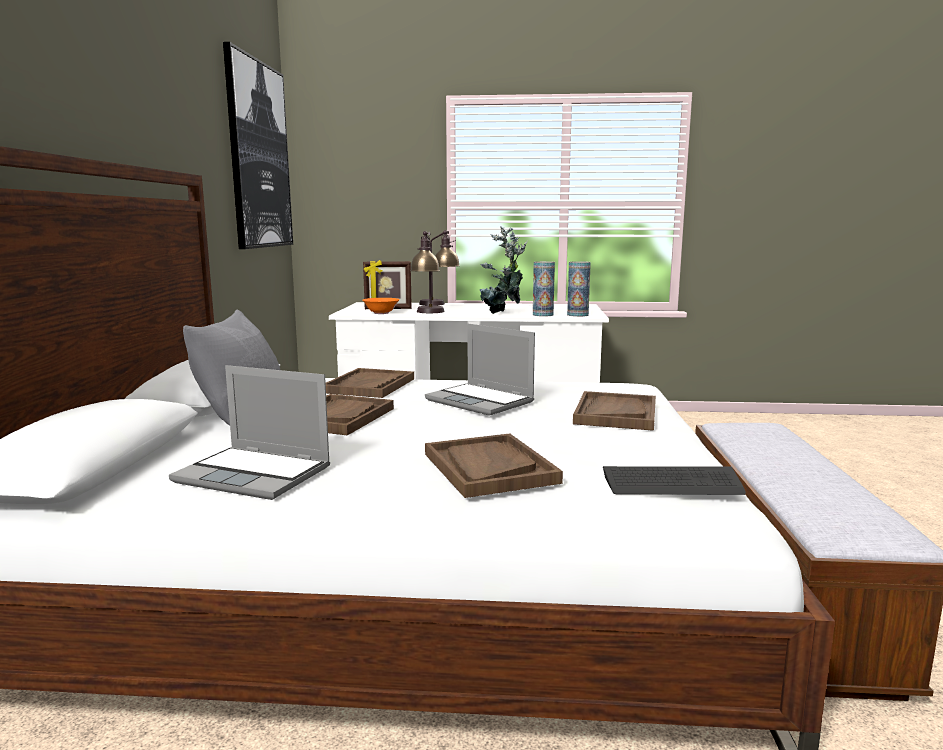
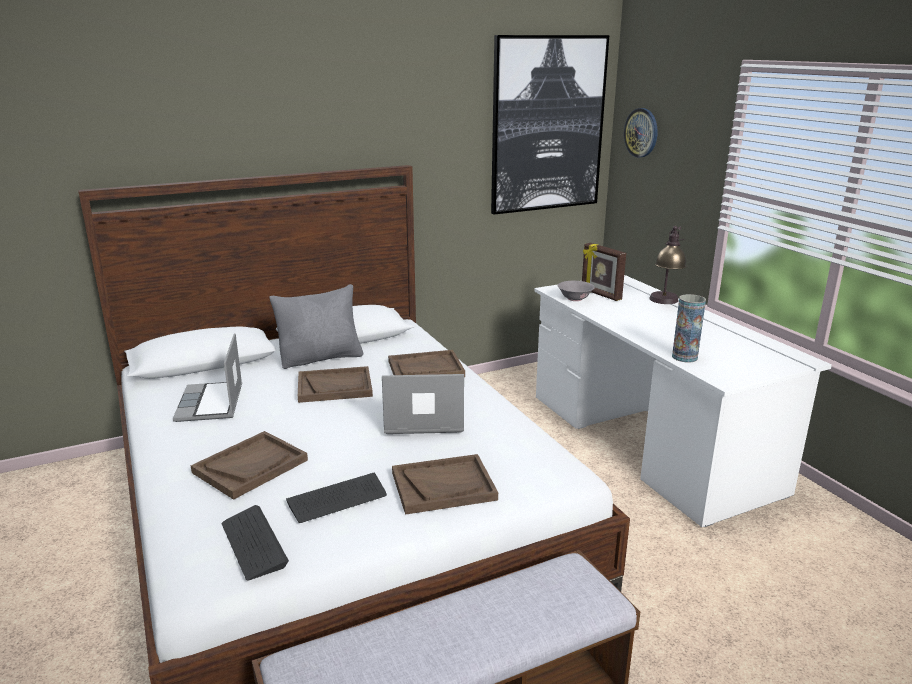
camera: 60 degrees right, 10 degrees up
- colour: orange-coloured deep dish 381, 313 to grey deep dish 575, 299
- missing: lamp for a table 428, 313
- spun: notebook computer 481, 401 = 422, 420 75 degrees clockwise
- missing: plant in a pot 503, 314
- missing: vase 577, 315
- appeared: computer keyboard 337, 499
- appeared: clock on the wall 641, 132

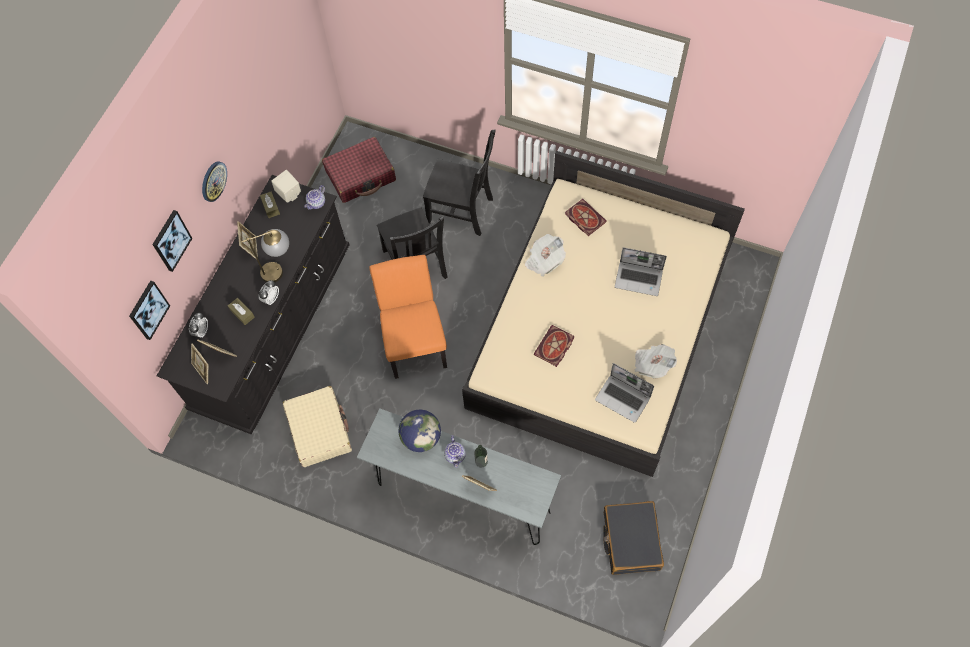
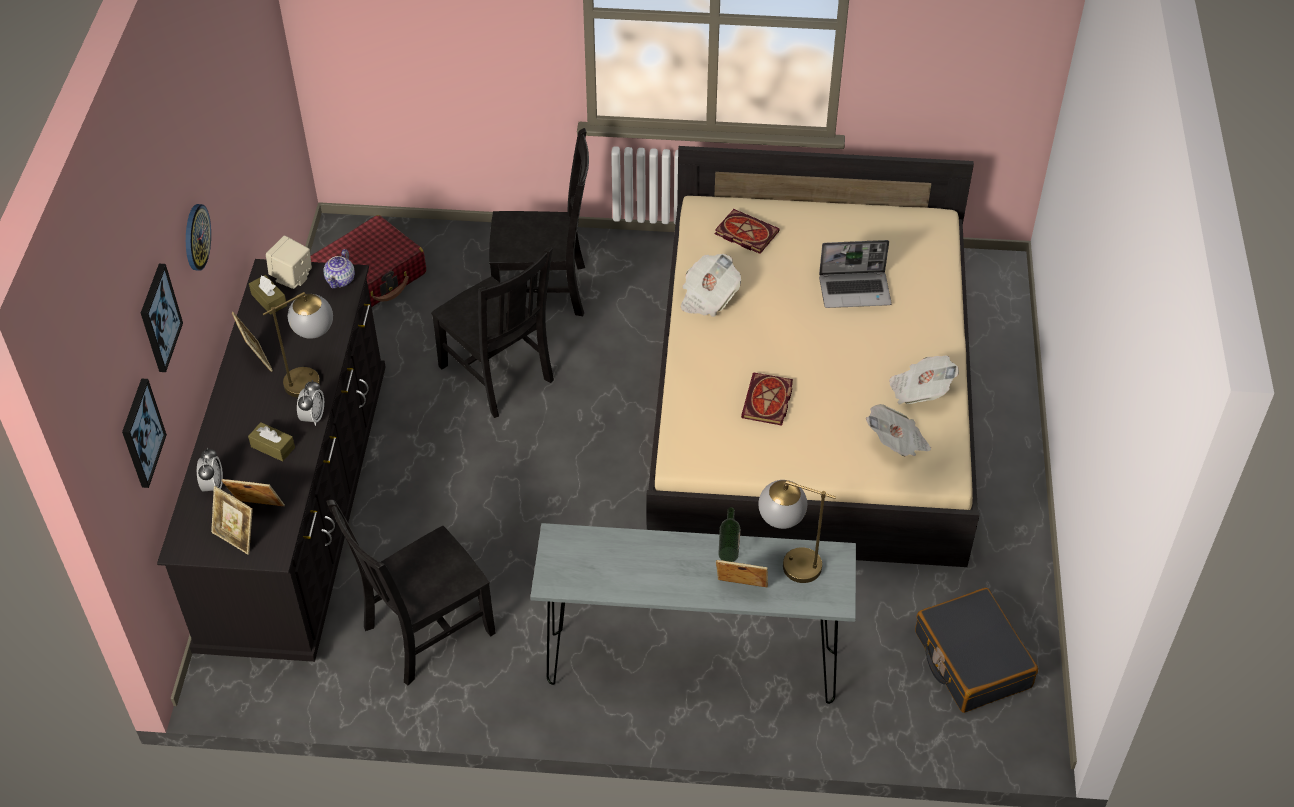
camera: 20 degrees left, 15 degrees down
- exchanged: beige piece of luggage 319, 430 to black plain chair 425, 632
- missing: orange-coloured plain chair 414, 341
- missing: desk globe 421, 437
- missing: teapot 455, 455
- exchanged: notebook computer 623, 398 to newspaper 897, 443
- appeared: lamp for a table 788, 562

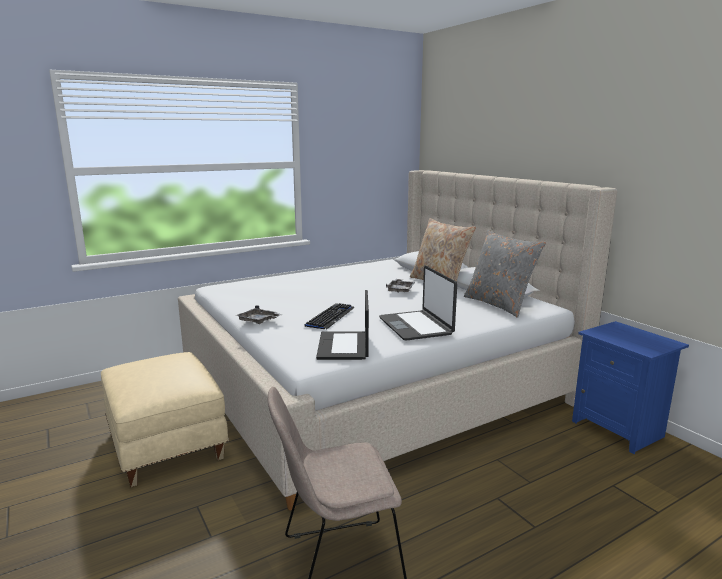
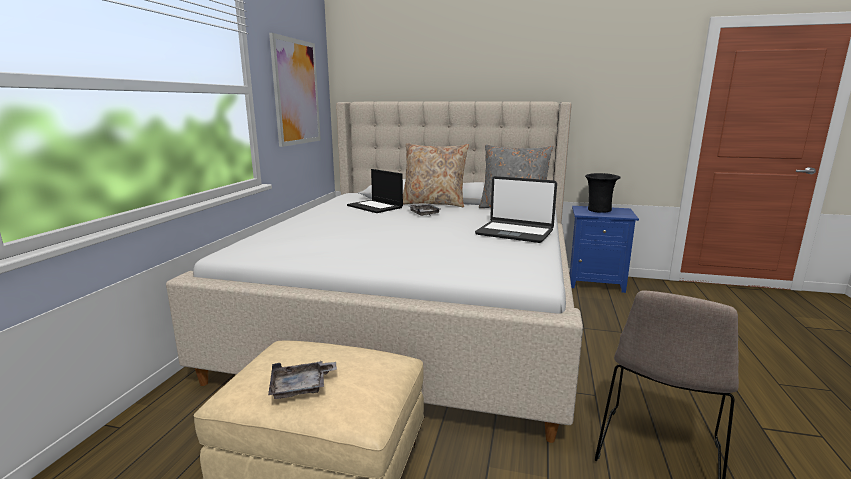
camera: 45 degrees left, 0 degrees up
- relocated: grey carrying tray 259, 321 to 301, 387
- missing: computer keyboard 330, 317
- relocated: notebook computer 344, 346 to 375, 206
- appeared: picture 296, 92
- appeared: black vase 599, 211

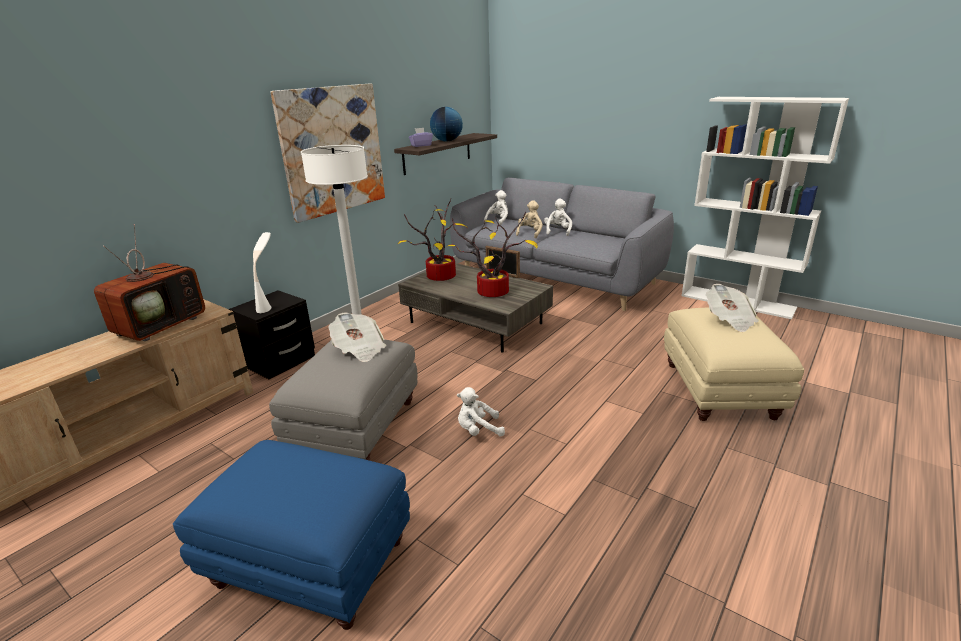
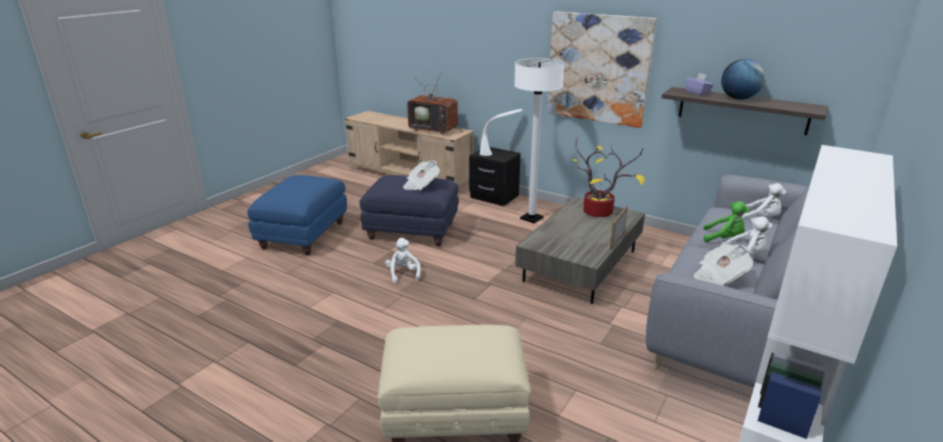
camera: 85 degrees right, 0 degrees up
- colour: grey ottoman 356, 427 to bluish ottoman 413, 232
- missing: plant in a pot 494, 291
- colour: beige cuddly toy 530, 233 to green-coloured cuddly toy 724, 239
- relocated: newspaper 729, 320 to 719, 276

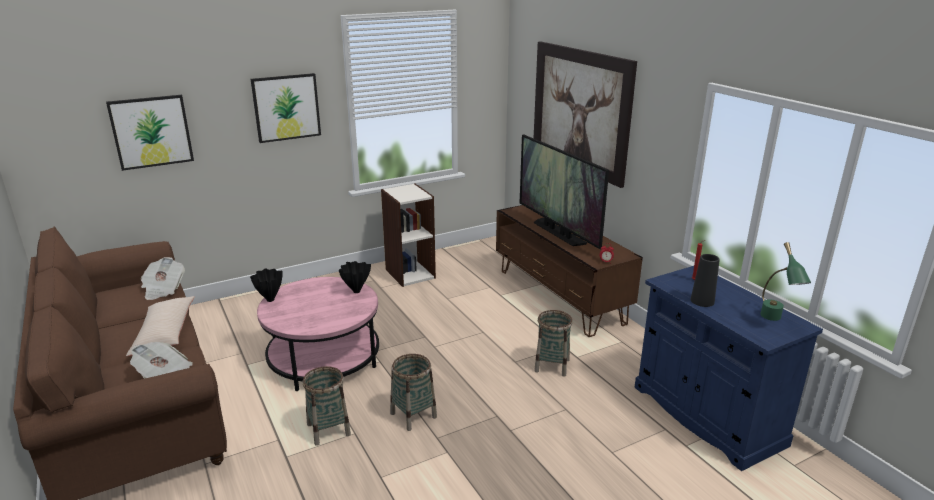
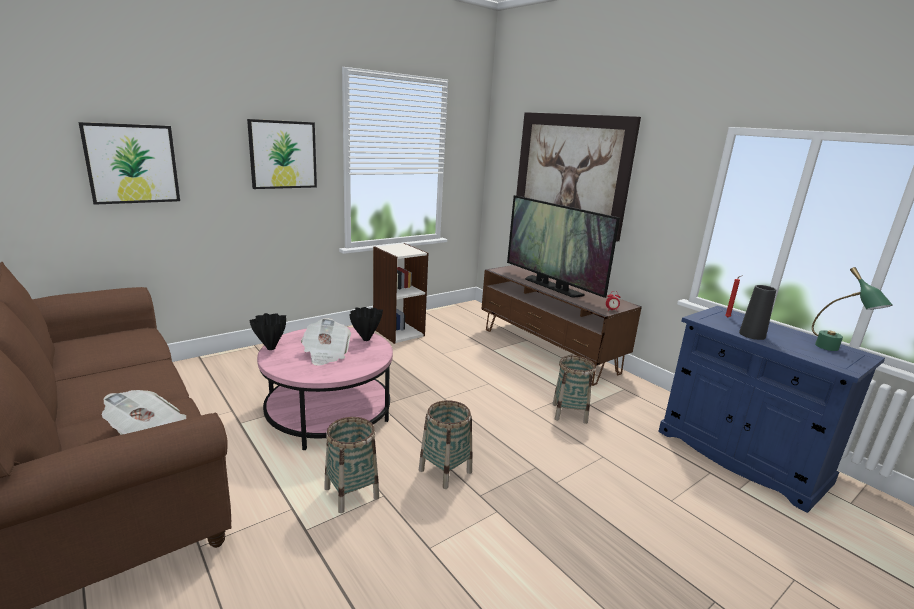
camera: 10 degrees left, 5 degrees down
- missing: beige pillow 164, 334
- relocated: newspaper 163, 289 to 326, 354

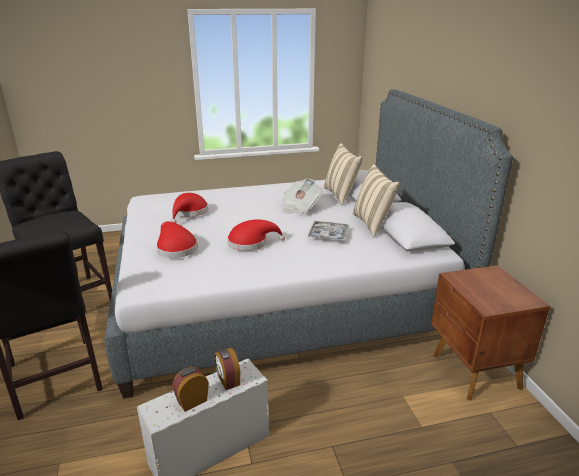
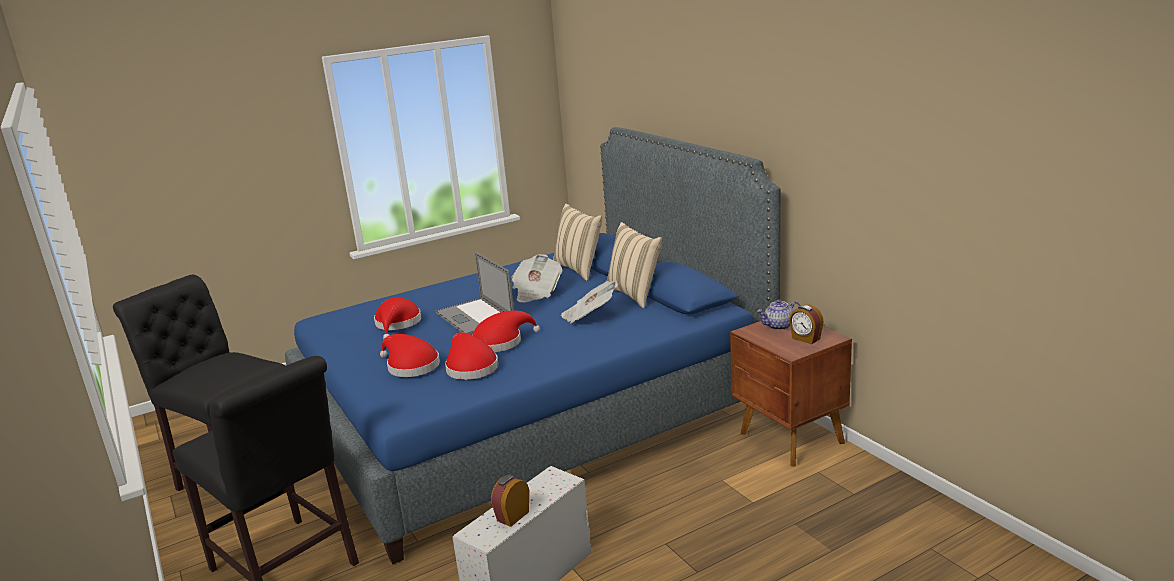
camera: 15 degrees left, 5 degrees down
- colour: grey bedroom bed 282, 297 to bluish bedroom bed 534, 414
- relocated: alarm clock 228, 380 to 805, 339
- exchanged: carrying tray 328, 235 to newspaper 589, 316
- appeared: notebook computer 475, 317
- appeared: red-coloured clothing hat 470, 367
- appeared: teapot 779, 326

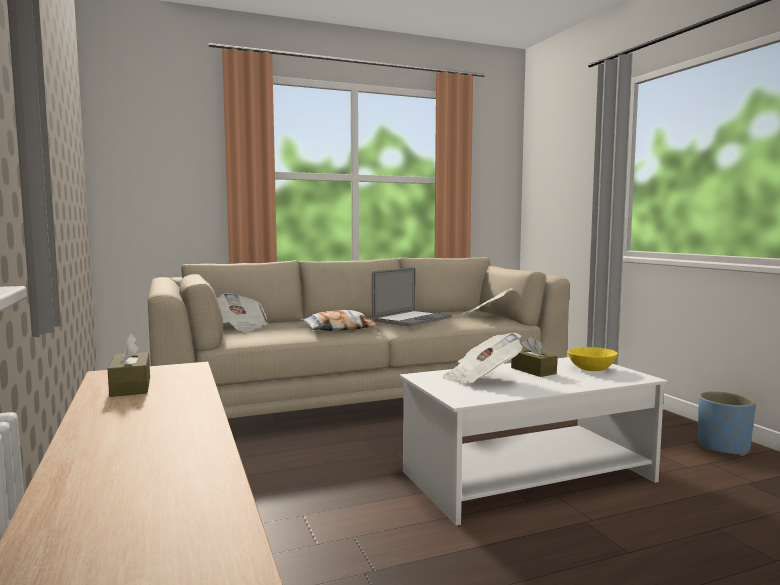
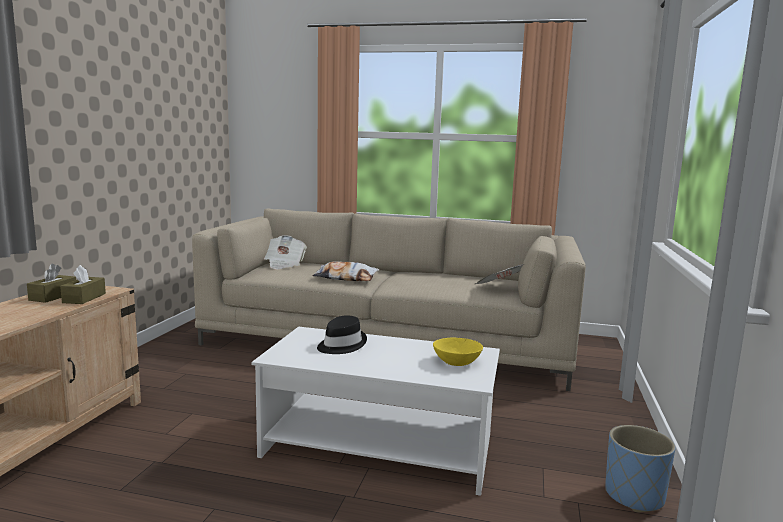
camera: 35 degrees right, 5 degrees up
- missing: notebook computer 412, 319
- exchanged: newspaper 482, 378 to black clothing hat 341, 345
- relocated: brownish tissue holder 533, 371 to 84, 298

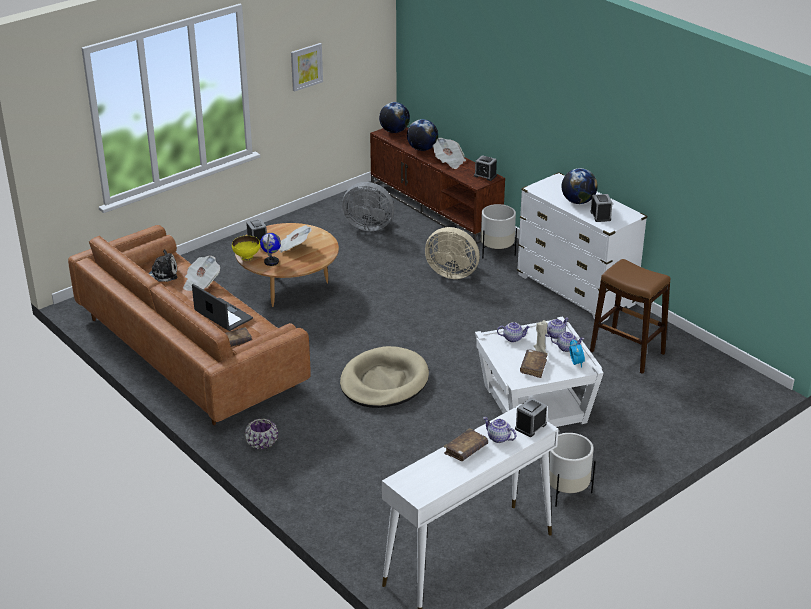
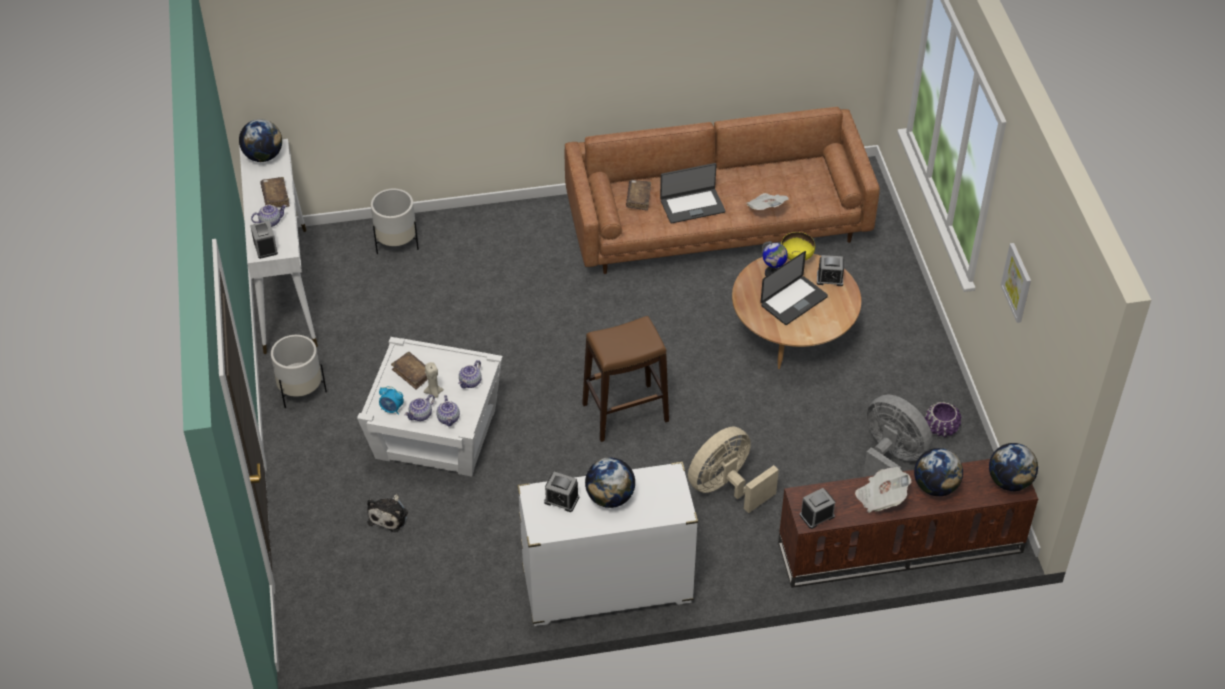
camera: 120 degrees right, 15 degrees up
- relocated: cuddly toy 162, 274 to 389, 516
- relocated: purple-coloured planter 261, 443 to 941, 427
- exchanged: newspaper 293, 247 to notebook computer 794, 301
- missing: beige dog cushion 384, 382
- spun: grey electric fan 368, 226 = 891, 458 90 degrees clockwise
- relocated: white planter 497, 252 to 396, 243
- relocated: brownish stool seat 627, 352 to 625, 413
- appeared: desk globe 263, 156

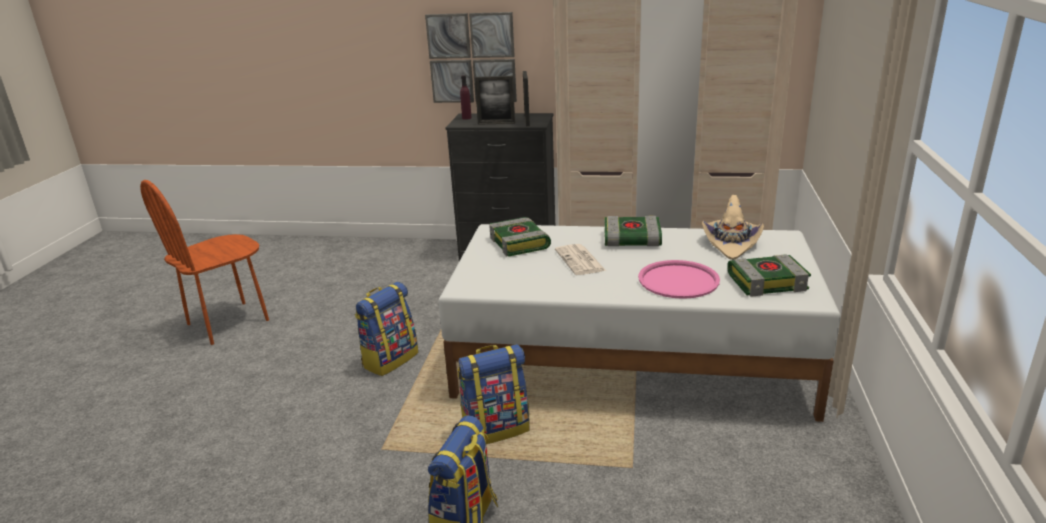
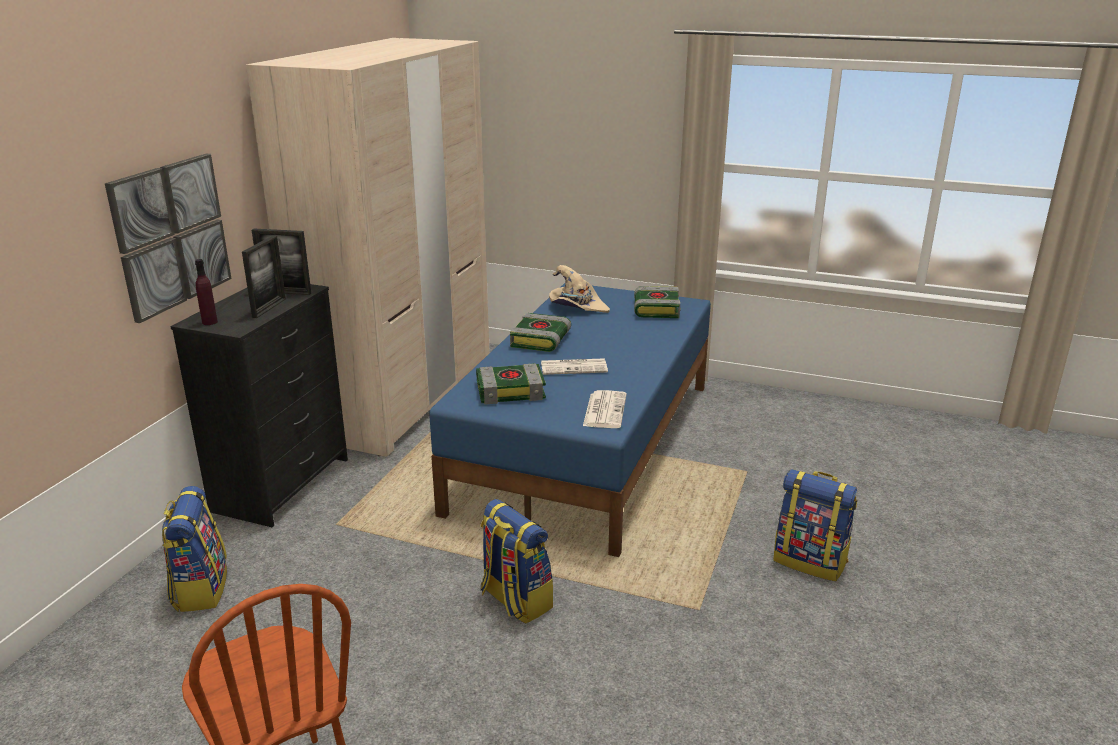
camera: 80 degrees left, 0 degrees up
- colour: white bedroom bed 632, 359 to bluish bedroom bed 588, 444
- relocated: backpack 496, 428 to 200, 588
- missing: pink carrying tray 678, 280
- appeared: newspaper 604, 410

